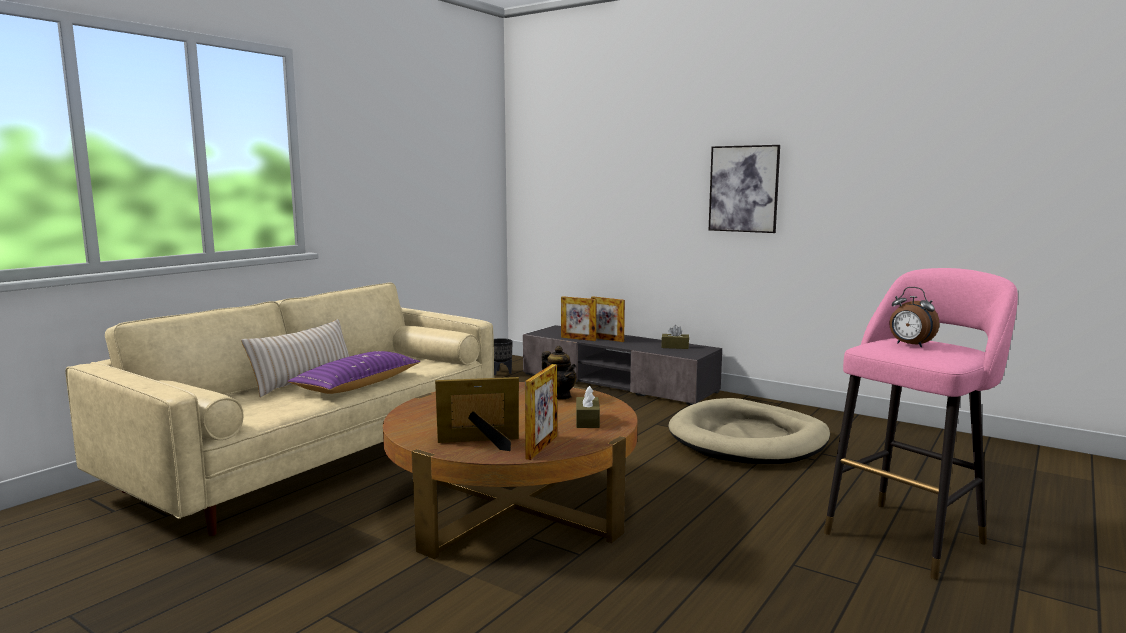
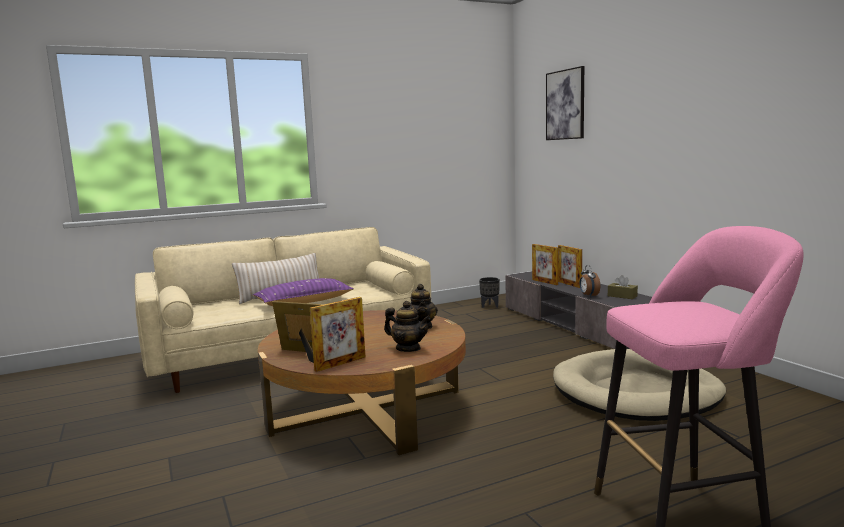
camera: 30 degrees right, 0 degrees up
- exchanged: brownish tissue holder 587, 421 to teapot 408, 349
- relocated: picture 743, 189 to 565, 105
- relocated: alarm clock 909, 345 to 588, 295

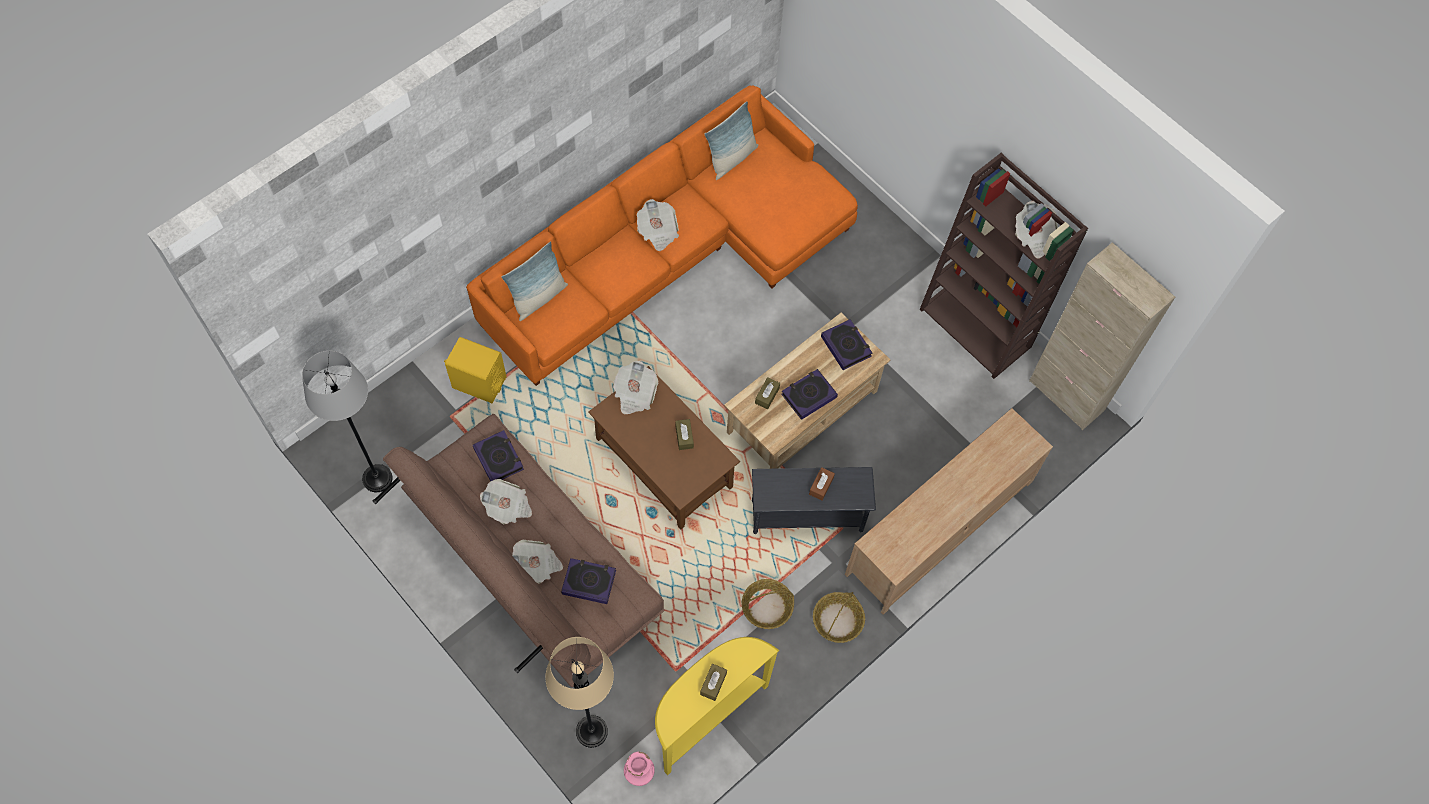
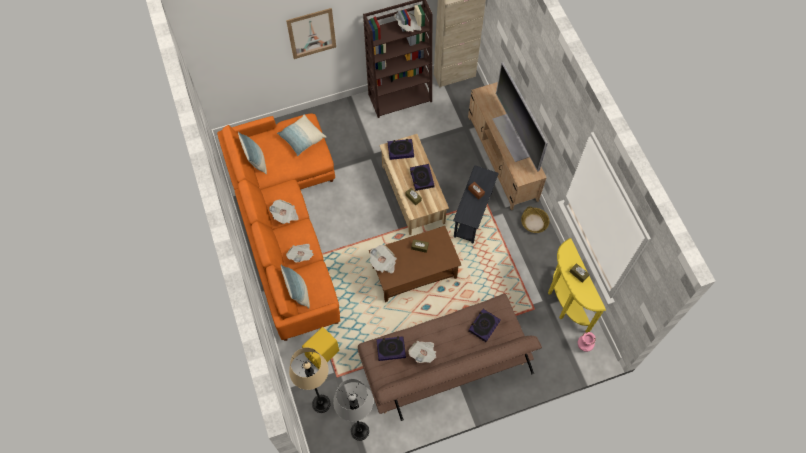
camera: 65 degrees left, 0 degrees up
- relocated: newspaper 537, 565 to 301, 255
- relocated: beige floor lamp 591, 731 to 321, 404
- missing: storage basket 766, 607
- appeared: pillow 302, 138
- appeared: picture 311, 33
- appeared: television 512, 137

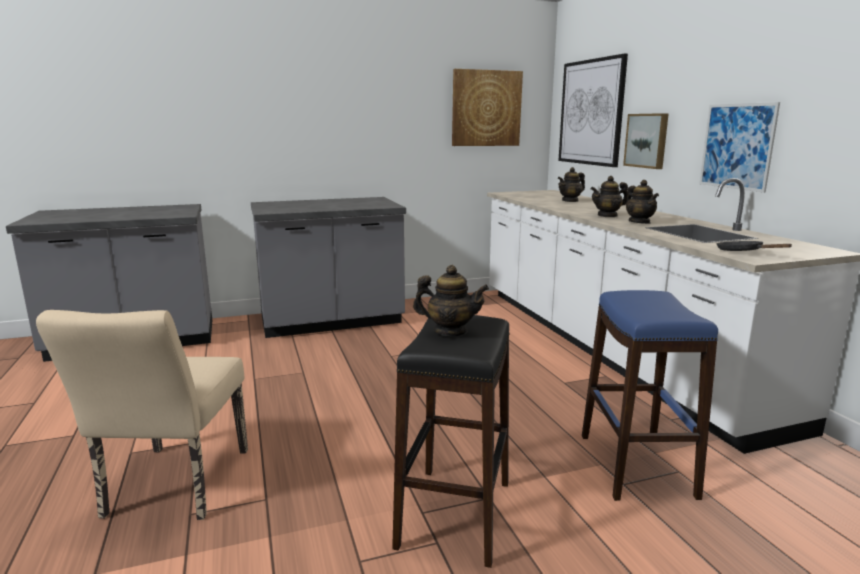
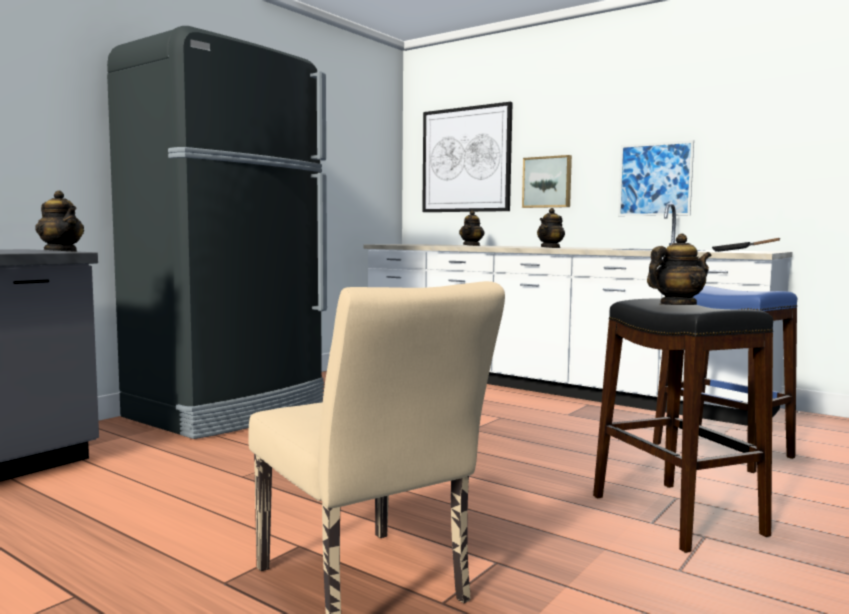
camera: 35 degrees left, 10 degrees down
- exchanged: grey kitchen base unit 331, 322 to black fridge 229, 411
- missing: picture 486, 108
- relocated: teapot 639, 222 to 61, 251

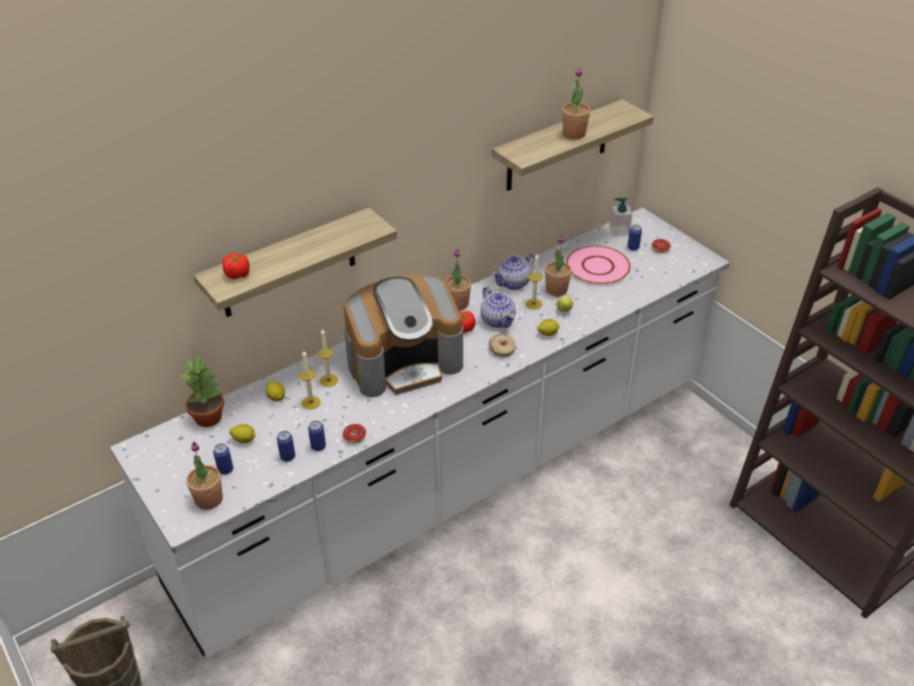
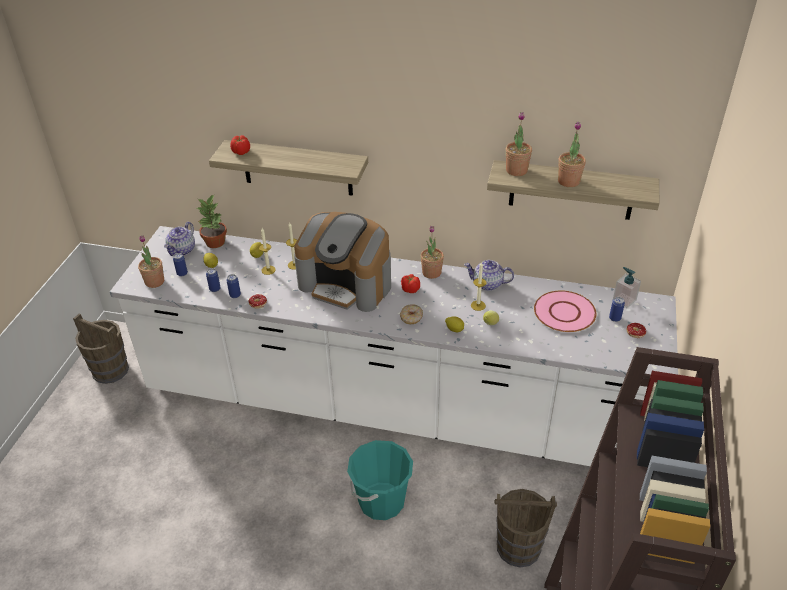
camera: 50 degrees right, 0 degrees up
- relocated: teapot 498, 320 to 182, 250
- relocated: plant in a pot 556, 290 to 516, 170
- appeared: blue-green pail 381, 501
- appeared: brownish pail 519, 547

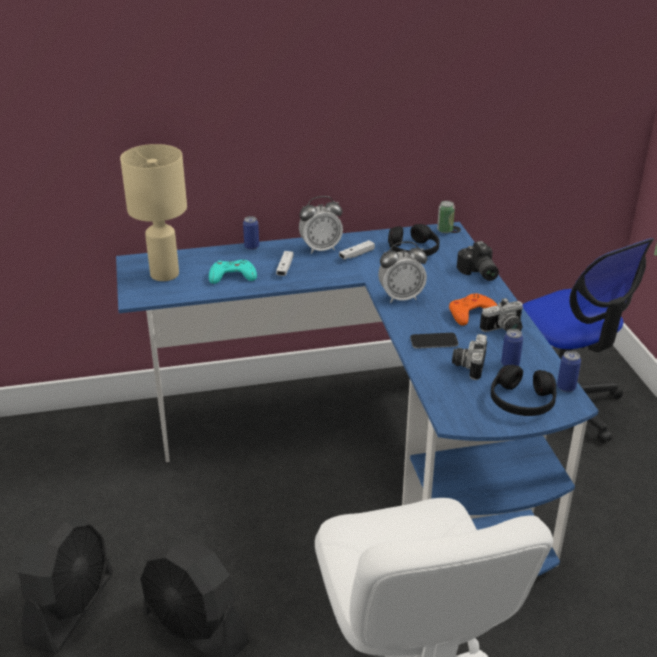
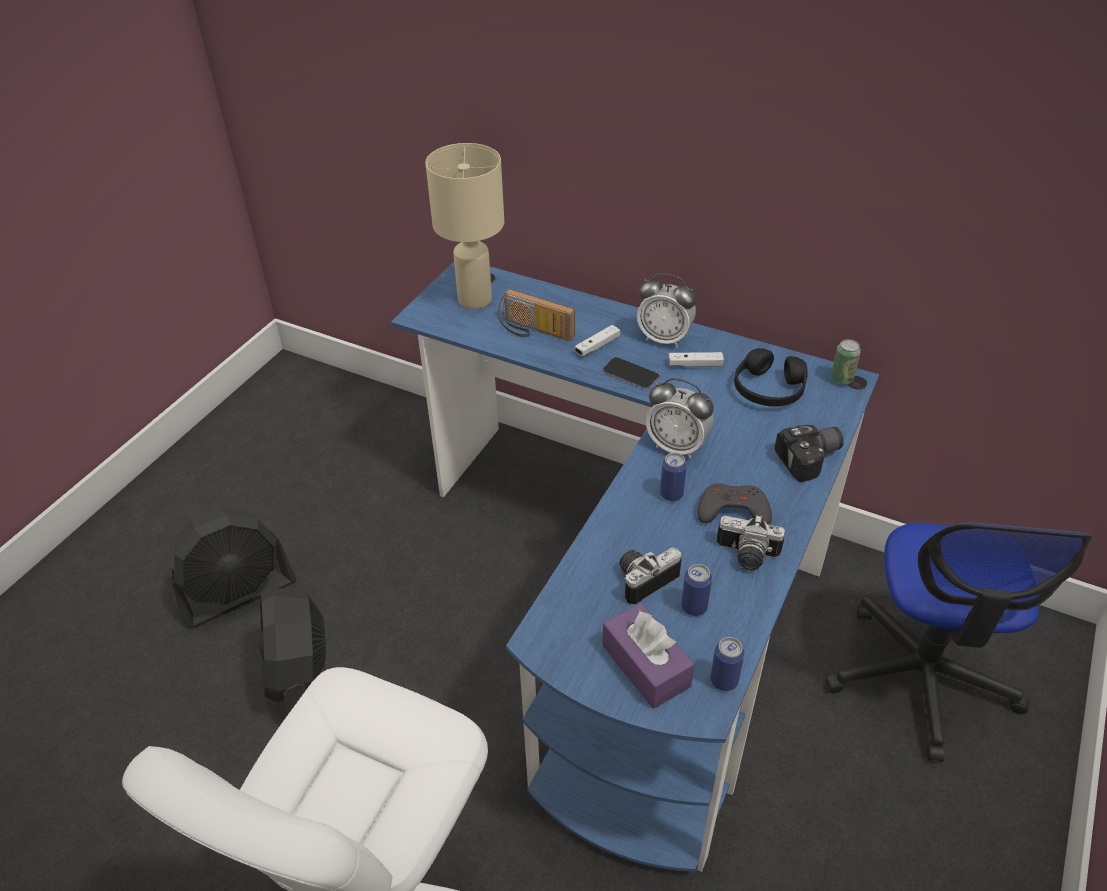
camera: 40 degrees right, 10 degrees up
- exchanged: blue-green joypad 232, 276 to radio receiver 534, 331
- relocated: metal can 251, 247 to 671, 494
- relocated: telephone 434, 341 to 630, 374
- colour: orange-coloured joypad 470, 313 to grey joypad 733, 510
- spun: photo camera 478, 273 = 811, 460 135 degrees counterclockwise
- exchanged: black headset 522, 401 to purple-coloured tissue holder 646, 665

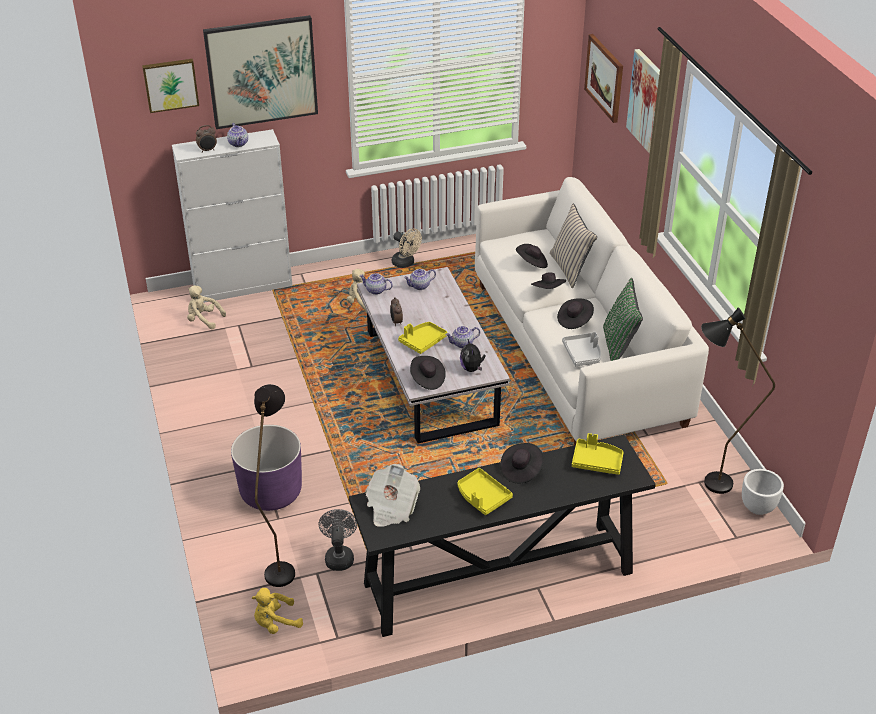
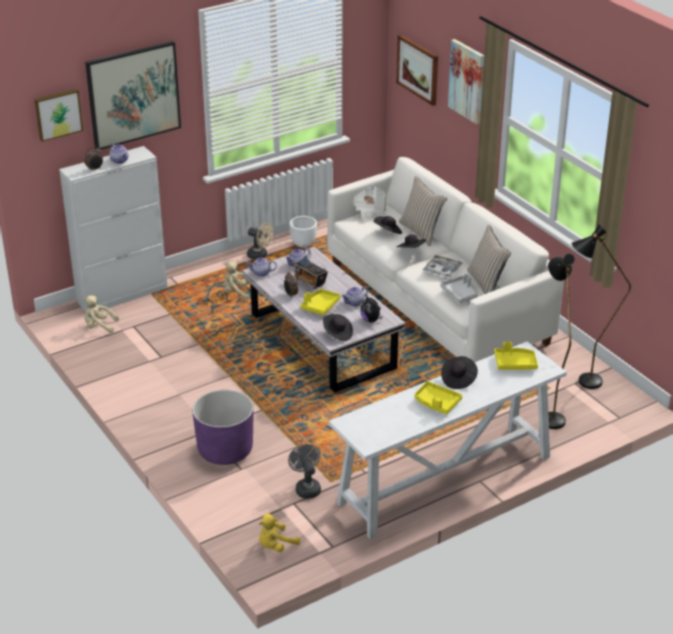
camera: 15 degrees left, 5 degrees down
- relocated: black floor lamp 281, 566 to 549, 415
- colour: black console table 497, 579 to white console table 444, 480
- relocated: newspaper 391, 507 to 369, 211
- exchanged: black clothing hat 574, 320 to carrying tray 442, 270
- colour: green-coloured pillow 619, 346 to beige pillow 486, 284
- relocated: white planter 758, 507 to 303, 244
- appeared: radio receiver 310, 282

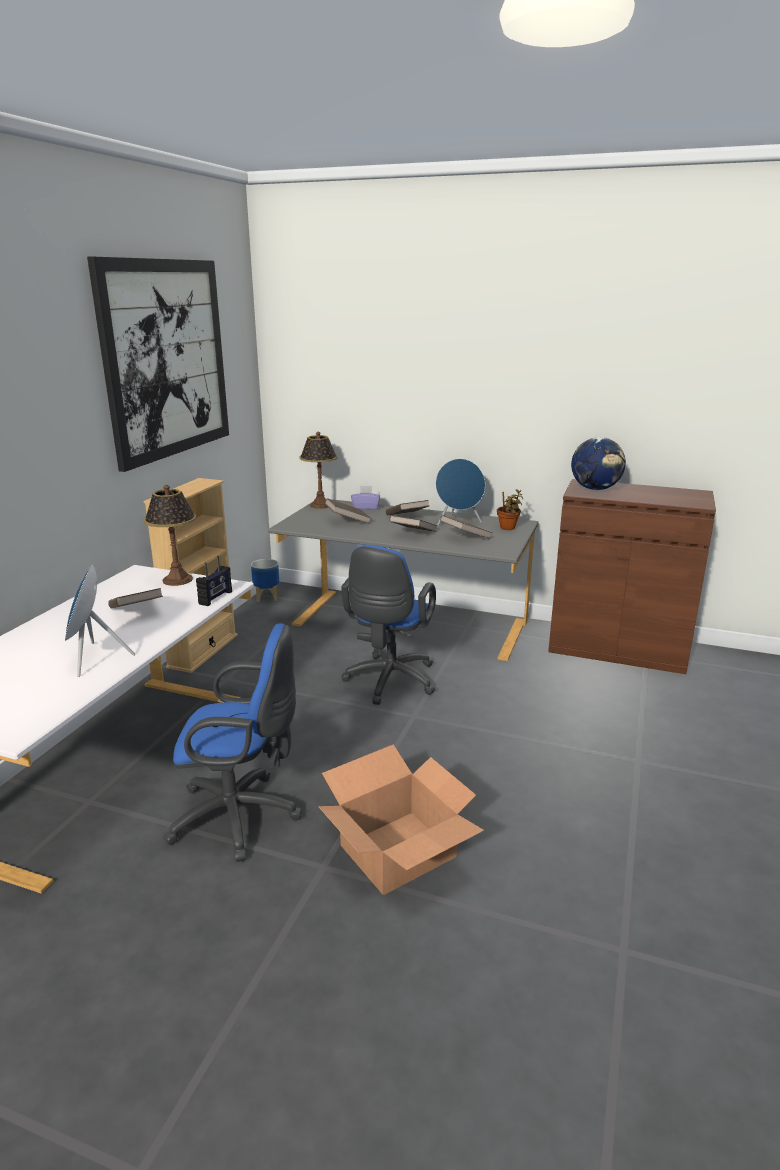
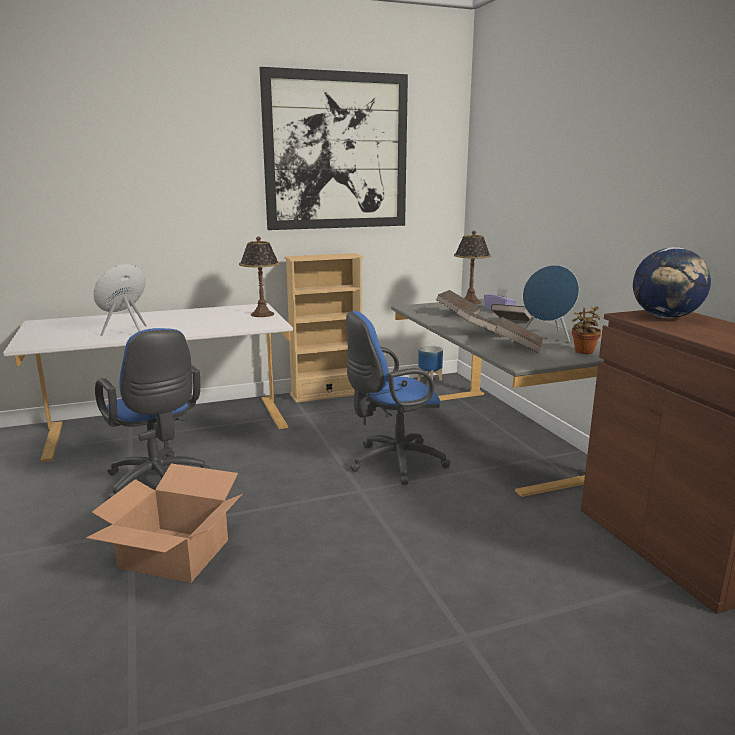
camera: 50 degrees right, 5 degrees down
- missing: brownish book 136, 612
- missing: radio receiver 216, 598

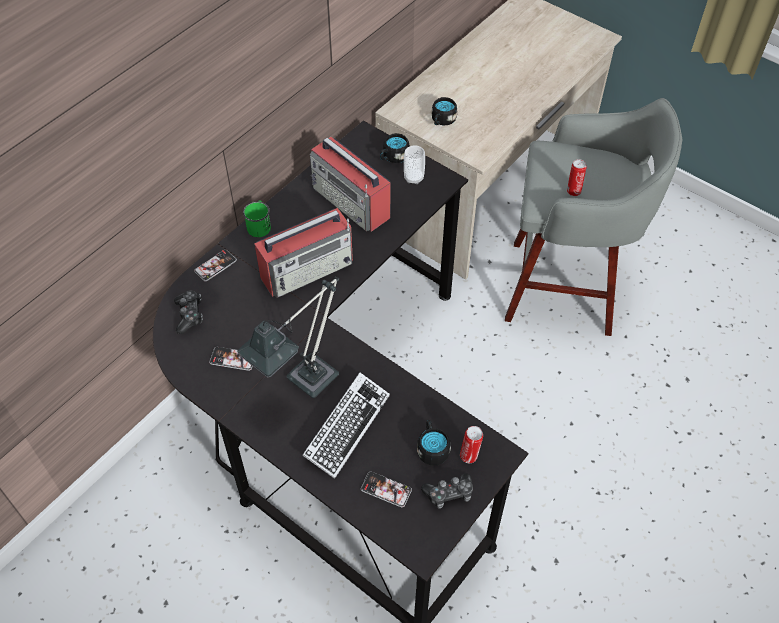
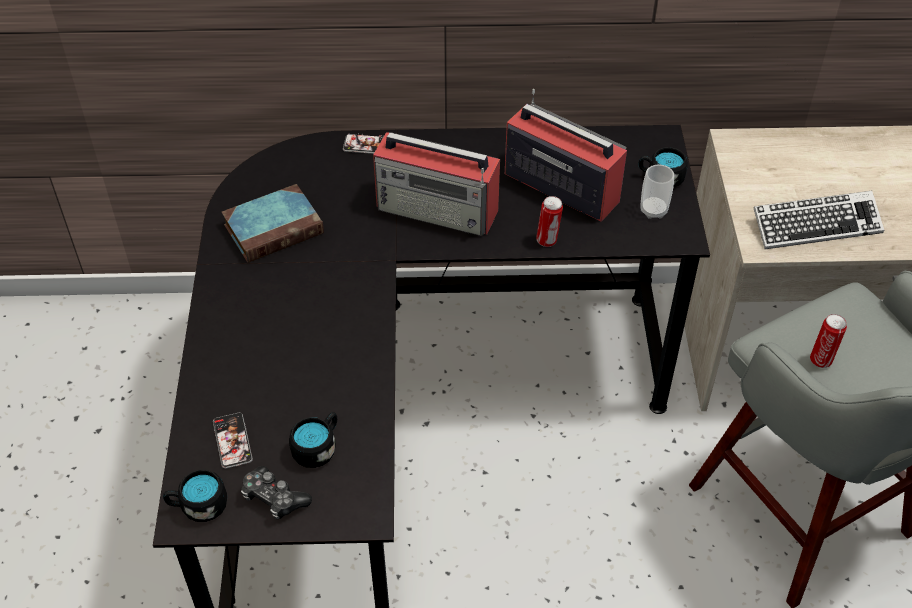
camera: 50 degrees right, 5 degrees down
- missing: joypad 189, 315
- exchanged: telephone 233, 359 to book 275, 227
- missing: lamp for a table 304, 384
- missing: green-coloured coffee mug 259, 225
- relocated: computer keyboard 346, 427 to 816, 225
- spun: radio receiver 352, 202 = 560, 186 120 degrees clockwise
- relocated: black coffee mug 442, 121 to 198, 506
- relocated: metal can 469, 455 to 547, 240

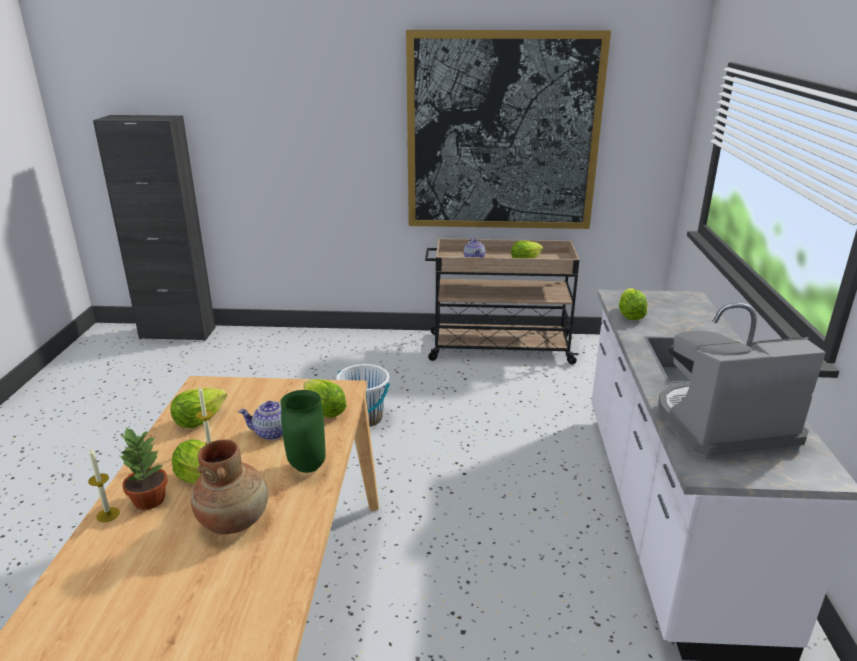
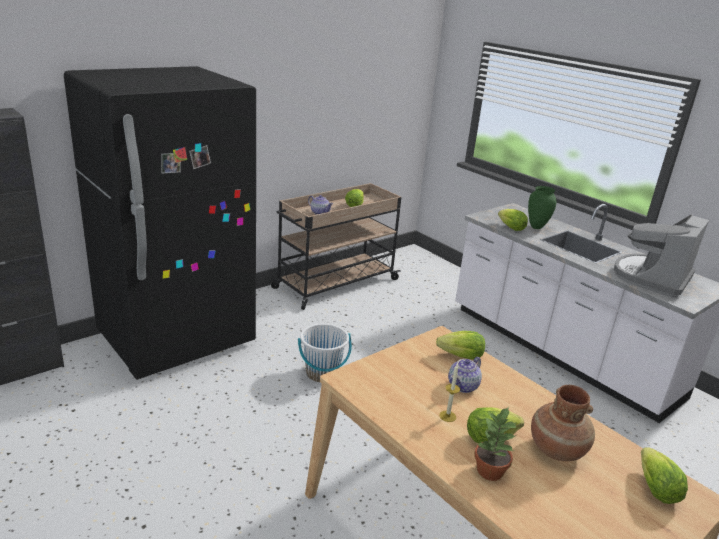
camera: 45 degrees left, 0 degrees up
- missing: wax candle 108, 514
- relocated: lettuce head 199, 420 to 655, 489
- relocated: green-coloured vase 306, 467 to 536, 227
- missing: picture 502, 133
- appeared: black fridge 177, 340

